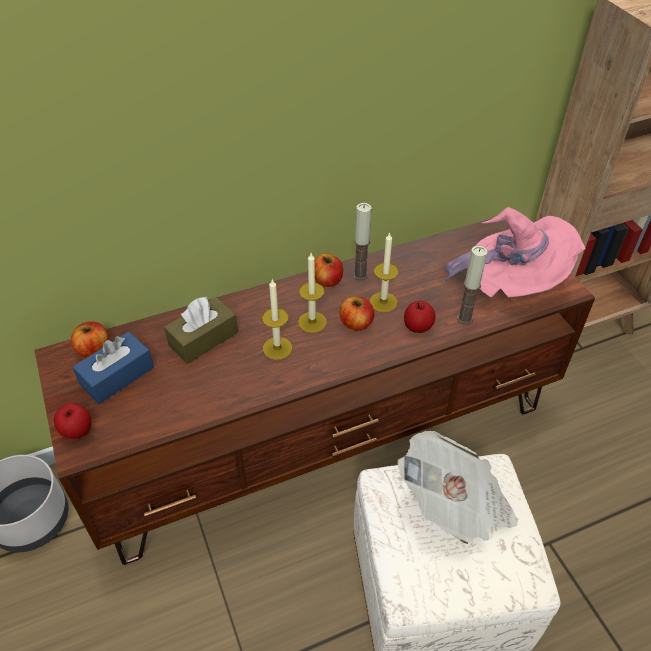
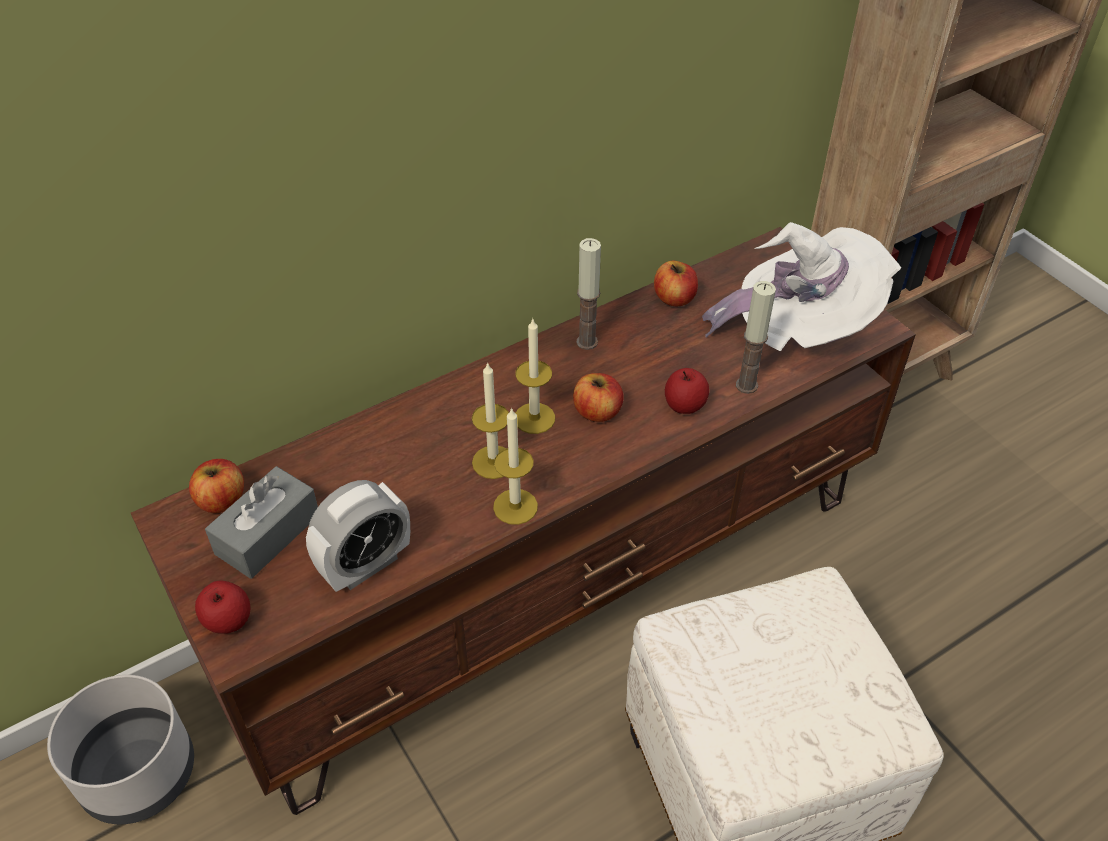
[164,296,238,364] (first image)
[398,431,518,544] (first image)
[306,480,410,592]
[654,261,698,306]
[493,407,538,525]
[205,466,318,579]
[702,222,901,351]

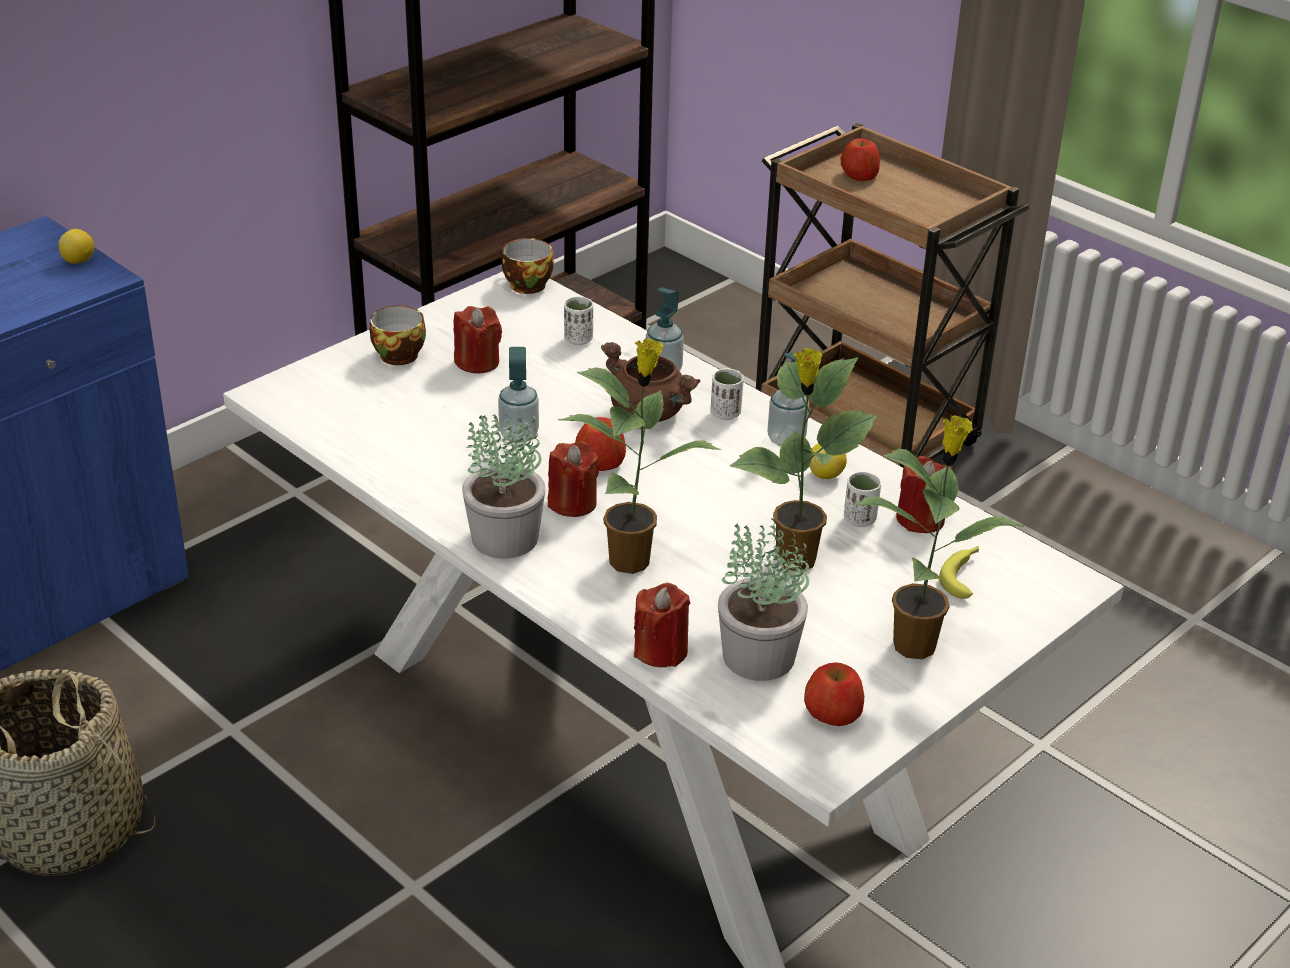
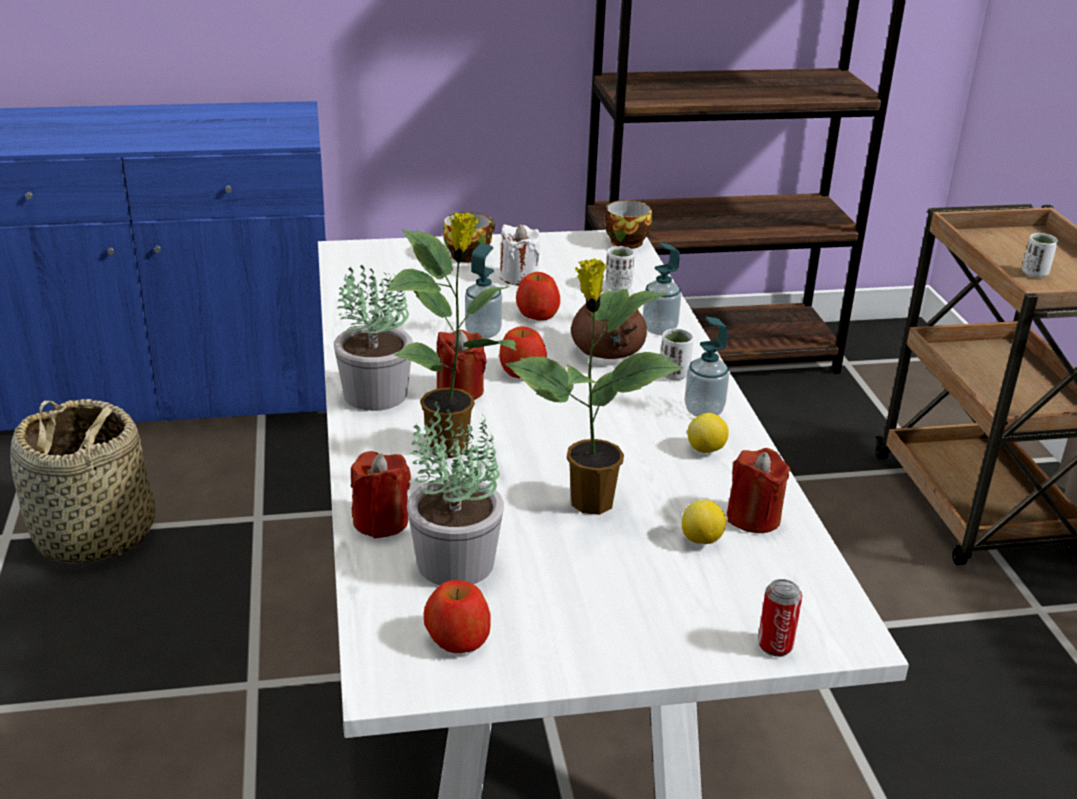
[852,415,1025,659] (first image)
[939,546,979,599] (first image)
[758,579,802,656]
[682,500,726,544]
[516,272,560,320]
[1022,233,1058,278]
[500,224,540,286]

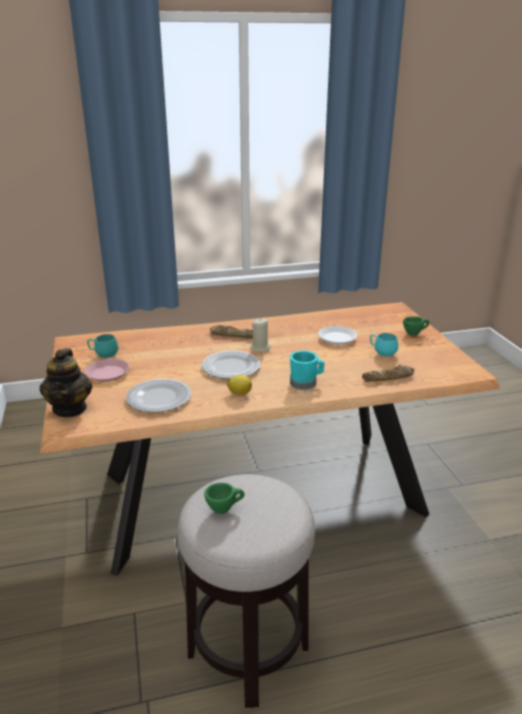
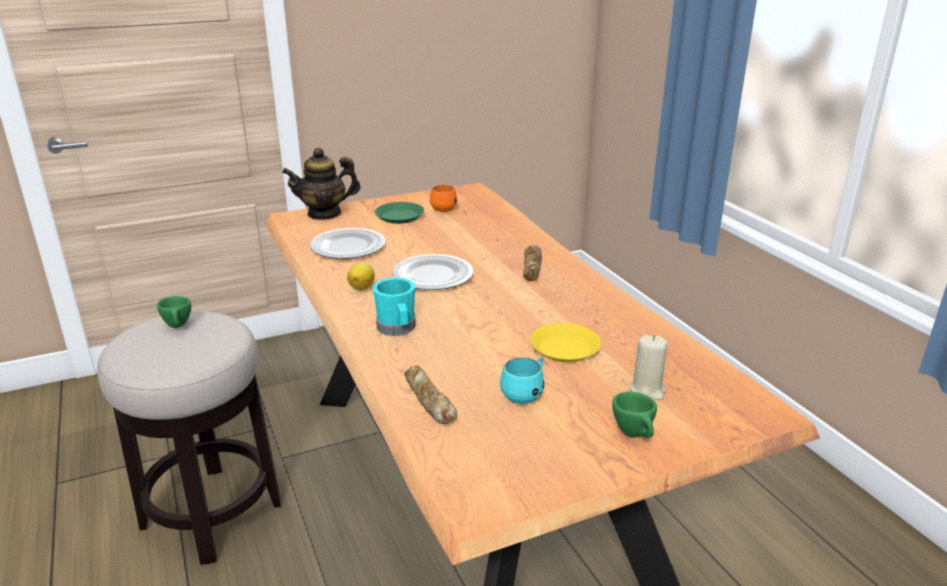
[630,335,668,400]
[375,202,424,224]
[430,185,457,212]
[531,323,601,362]

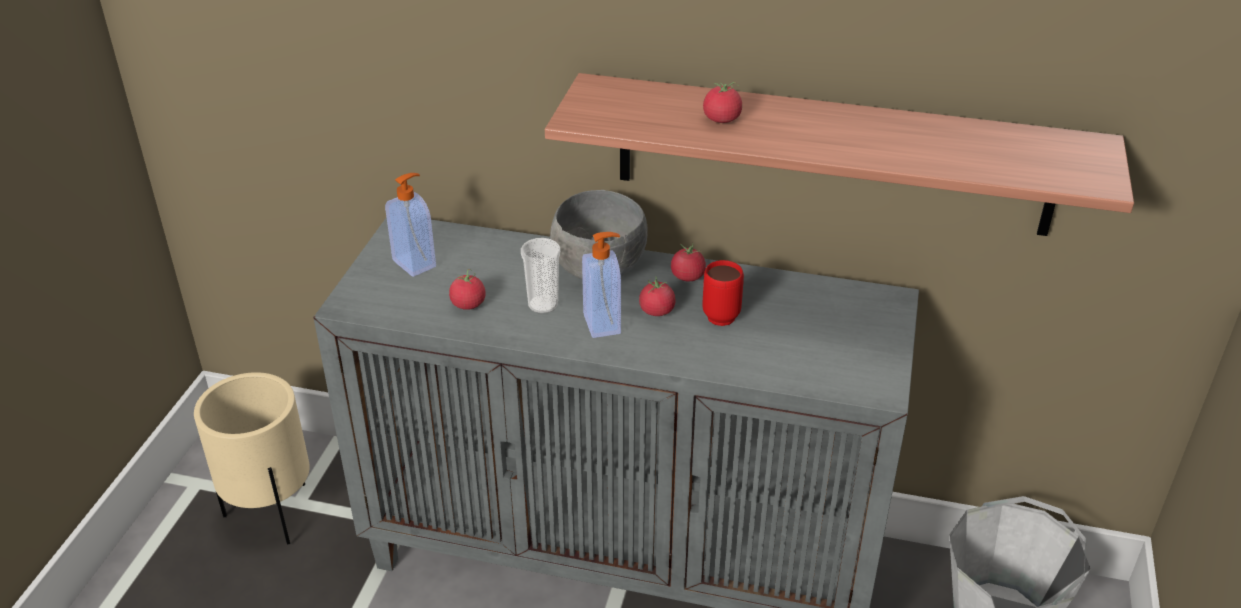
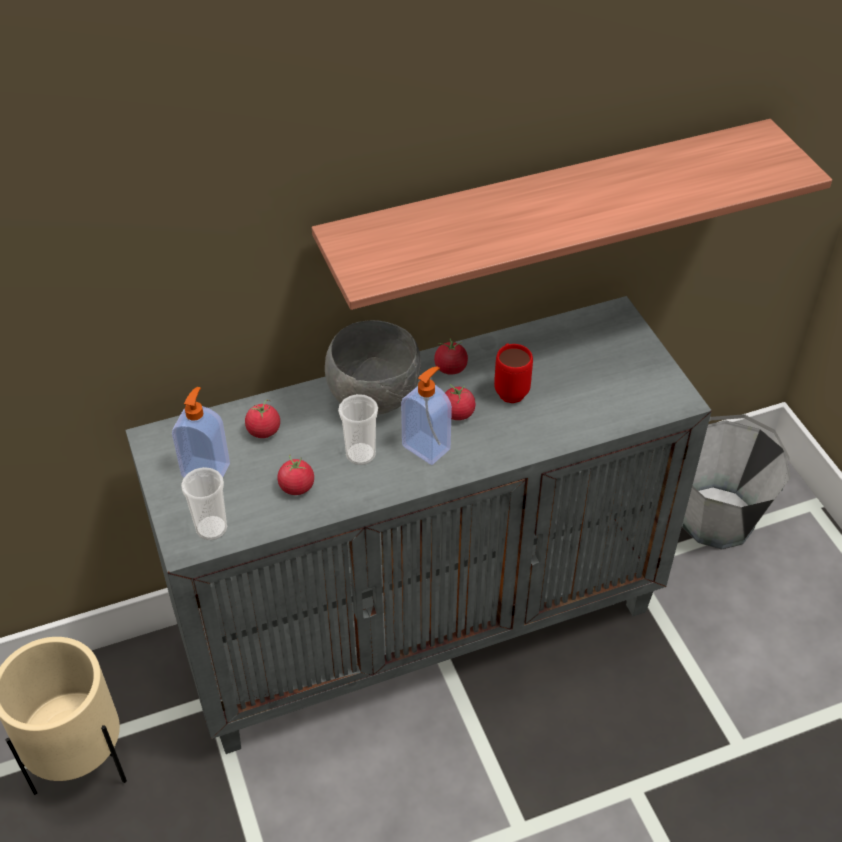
[181,467,227,540]
[245,399,280,438]

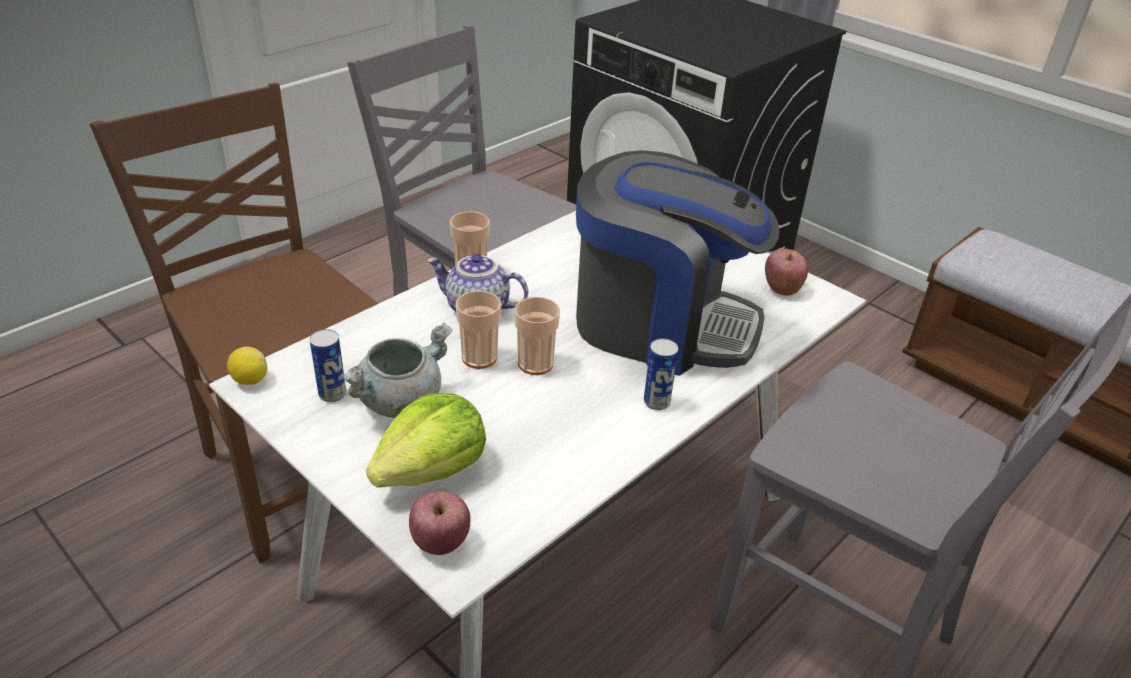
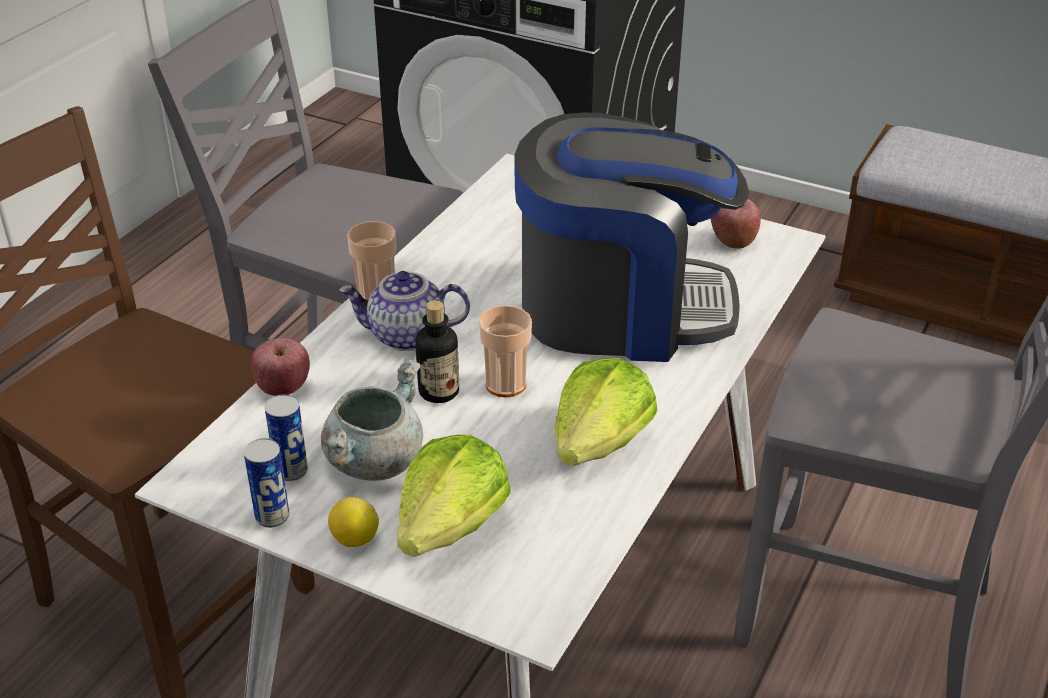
[555,358,657,466]
[328,497,379,547]
[251,338,310,396]
[244,438,289,528]
[415,300,459,403]

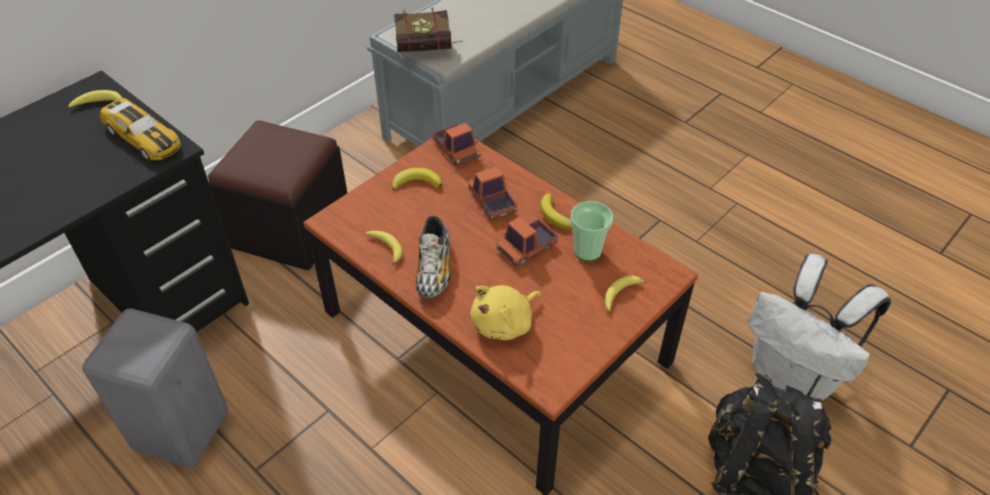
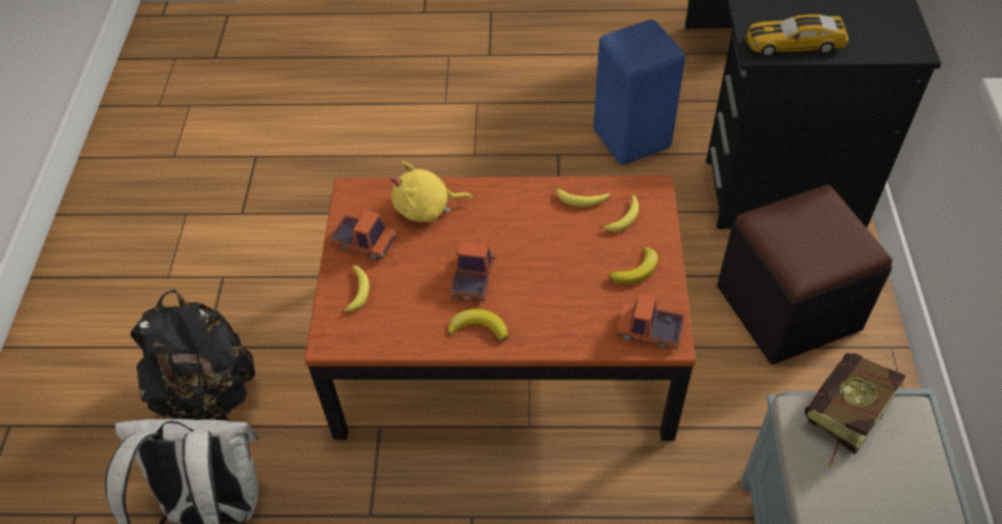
[416,216,451,298] (first image)
[570,201,613,261] (first image)
[600,195,639,232]
[330,210,396,259]
[593,20,685,165]
[391,162,473,222]

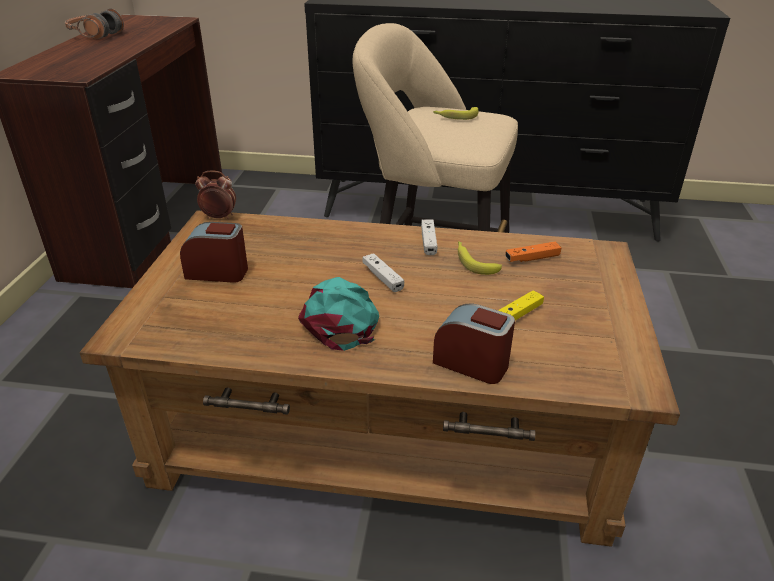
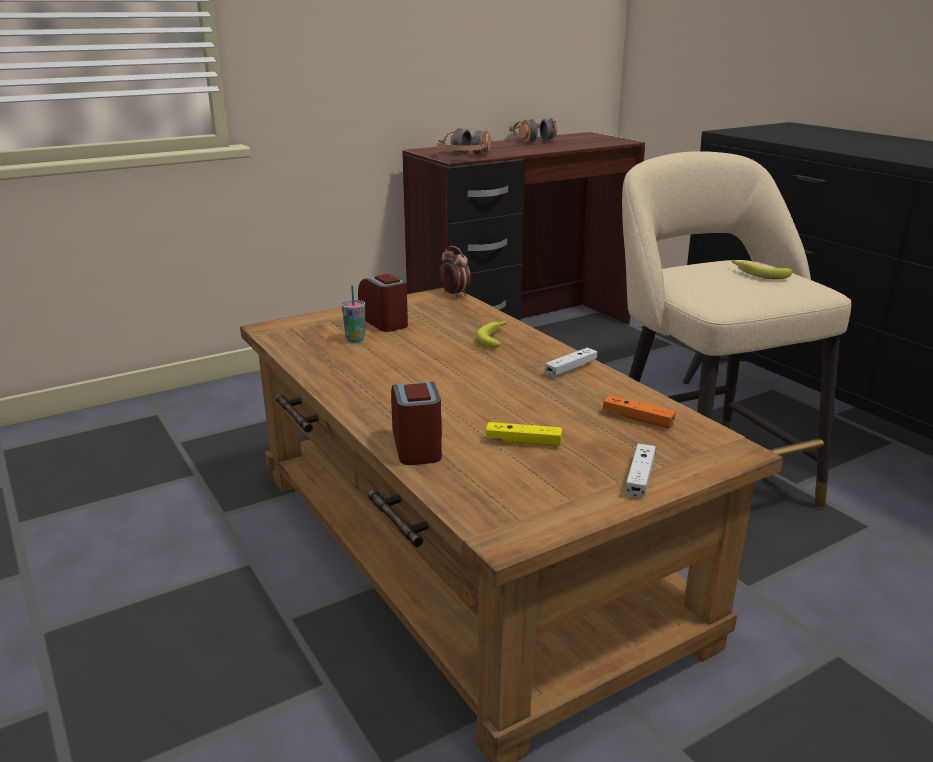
[298,277,379,351] (first image)
[341,285,365,343]
[437,128,491,156]
[626,444,656,498]
[476,321,506,348]

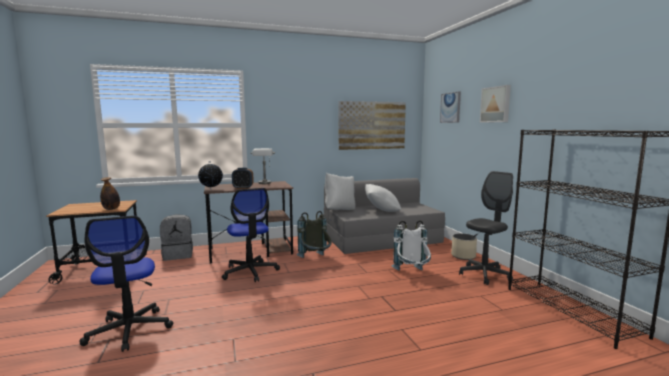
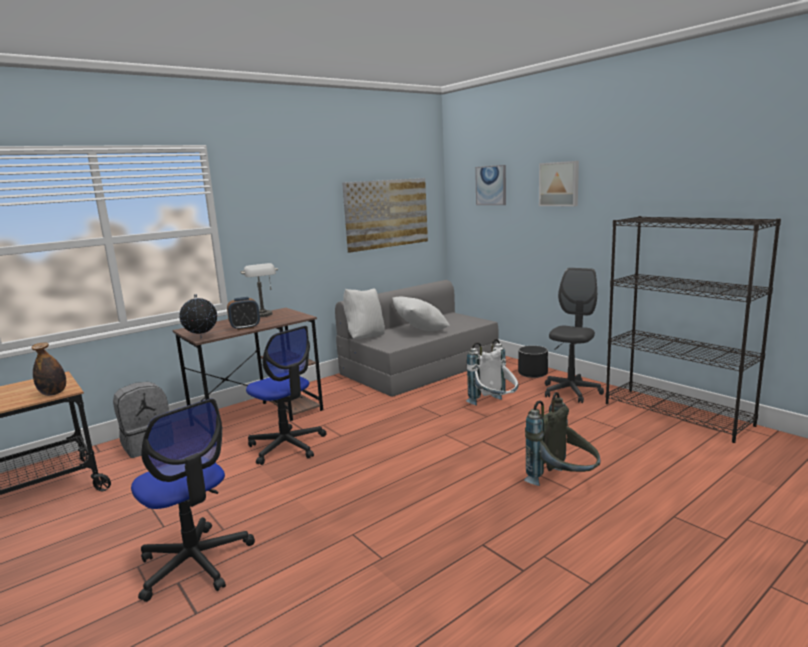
[524,392,601,486]
[518,346,548,378]

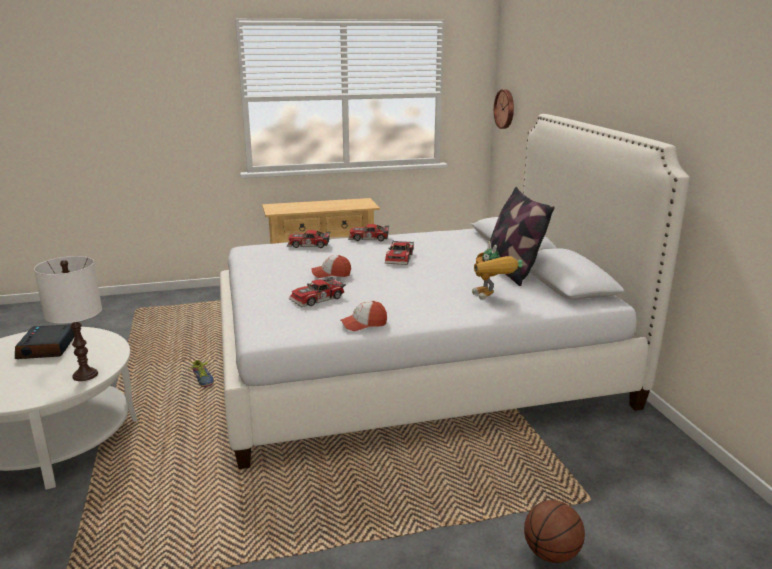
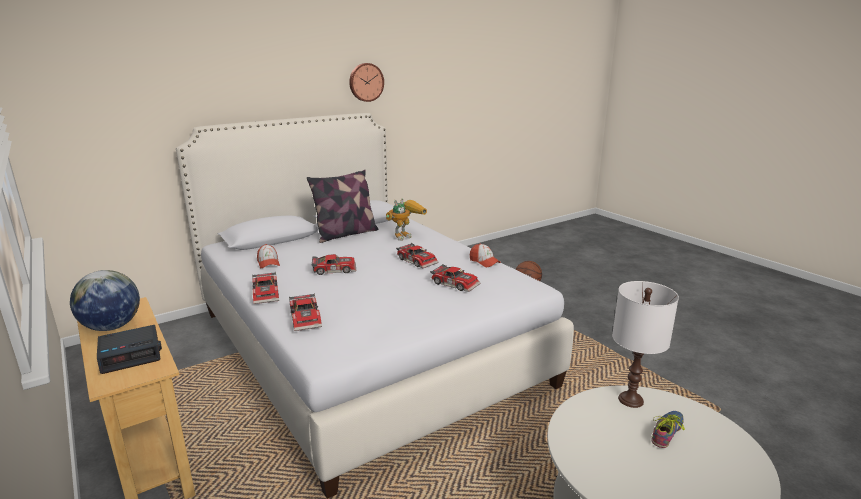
[70,270,140,331]
[396,243,439,268]
[97,325,162,374]
[652,411,685,448]
[257,244,280,268]
[349,63,384,102]

